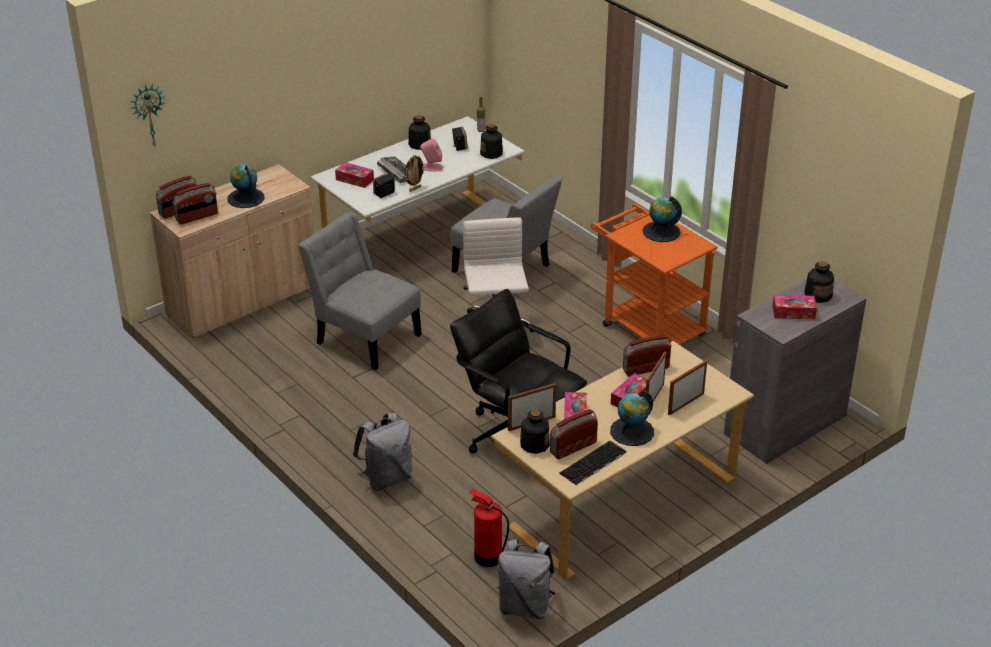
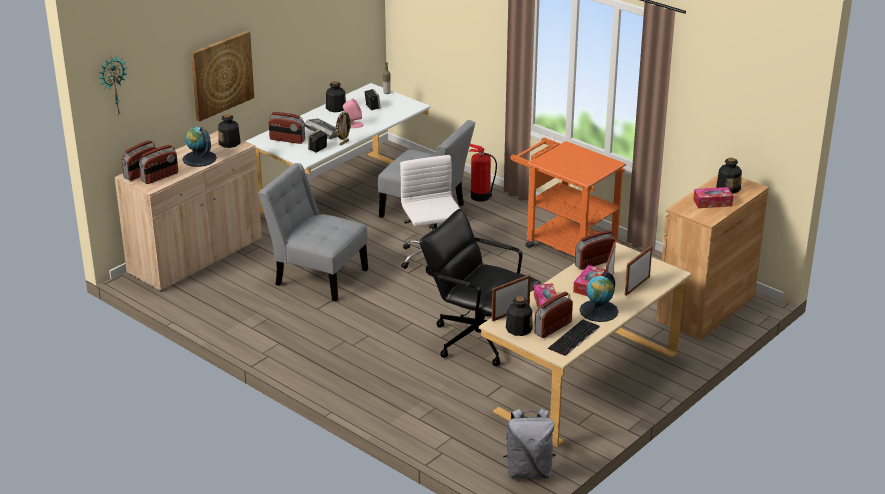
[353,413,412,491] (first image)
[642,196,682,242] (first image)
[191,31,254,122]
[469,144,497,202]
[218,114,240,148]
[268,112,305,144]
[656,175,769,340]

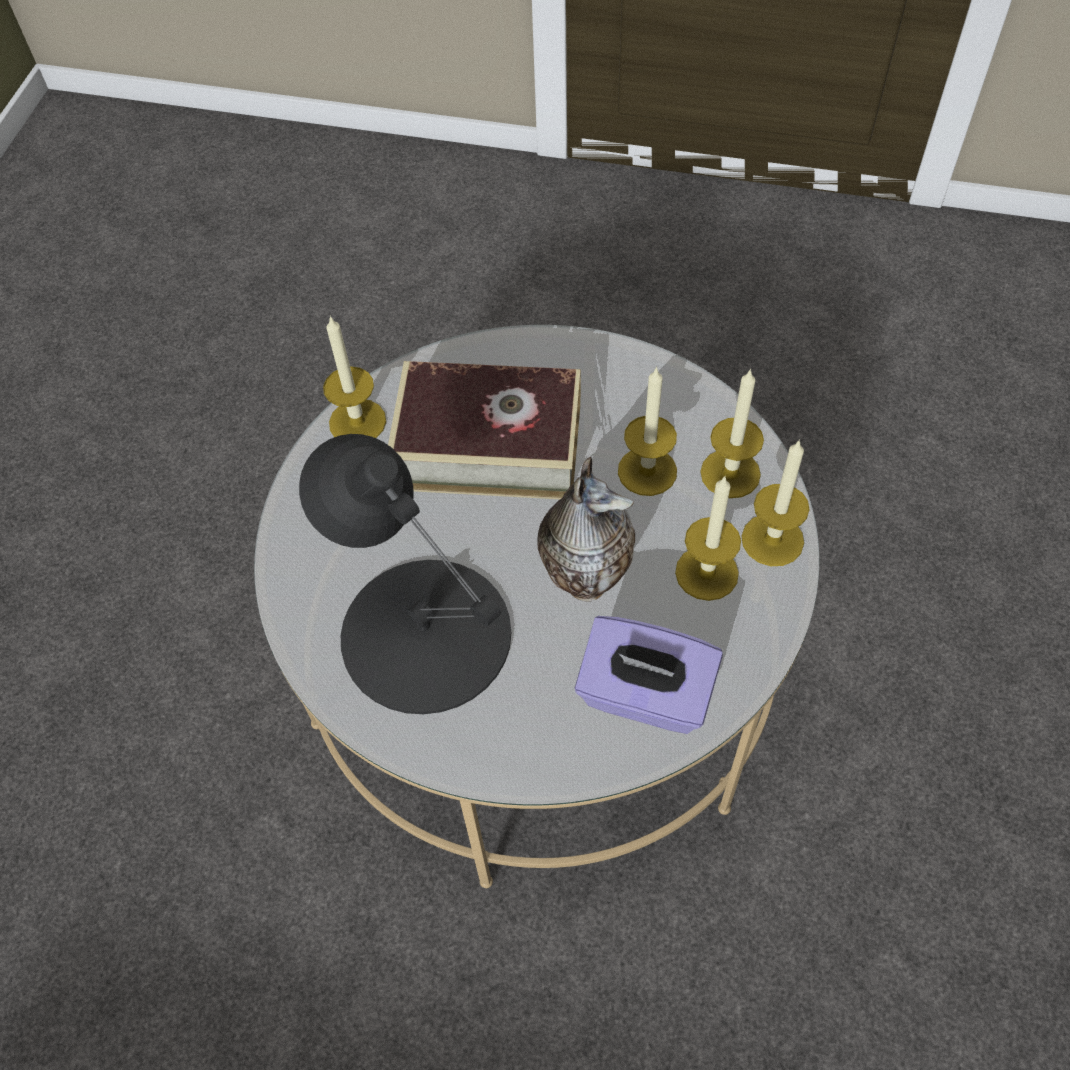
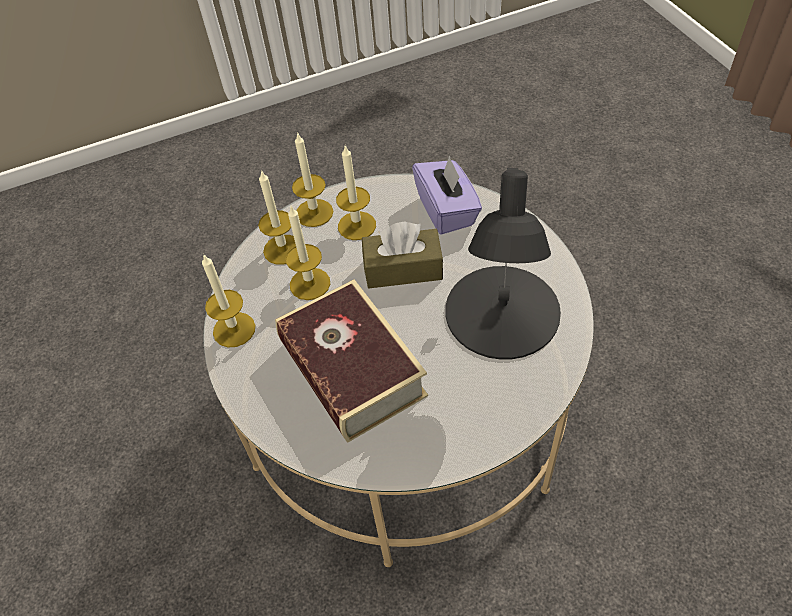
[202,255,256,347]
[362,222,443,288]

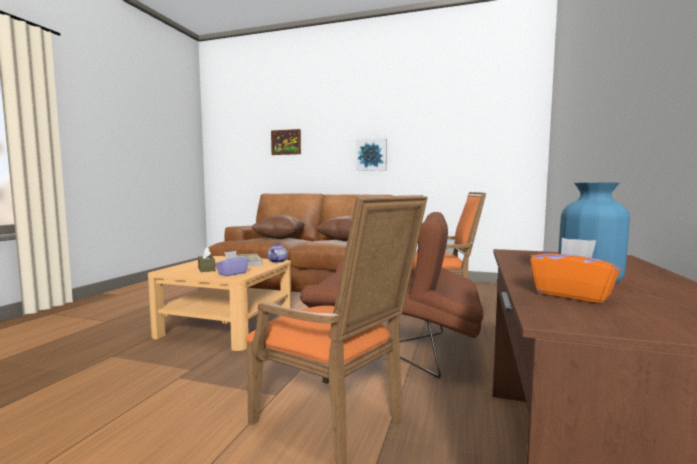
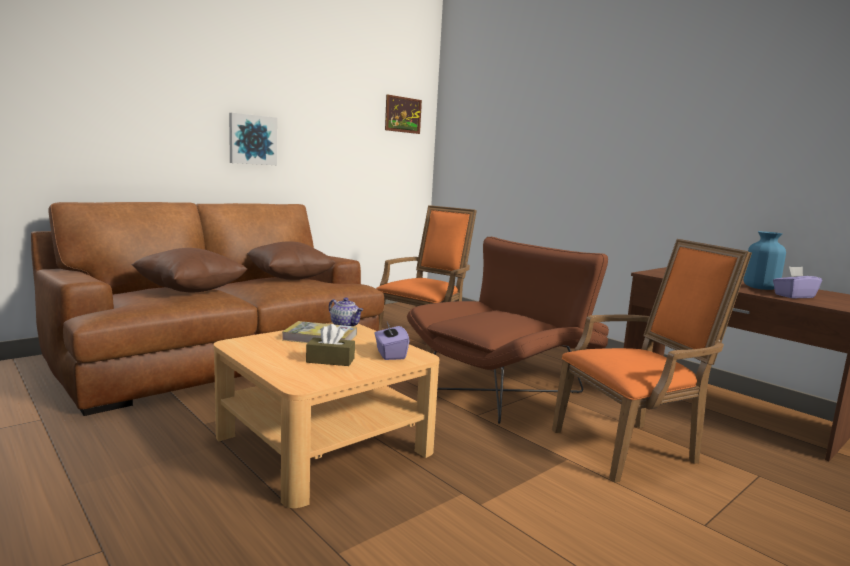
[385,94,422,134]
[773,267,822,299]

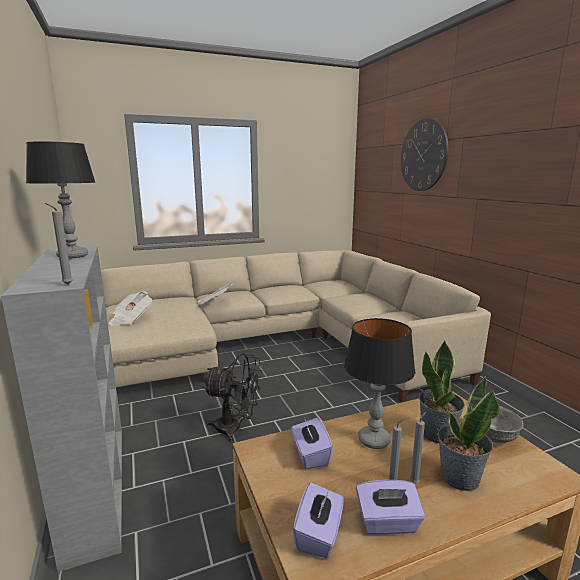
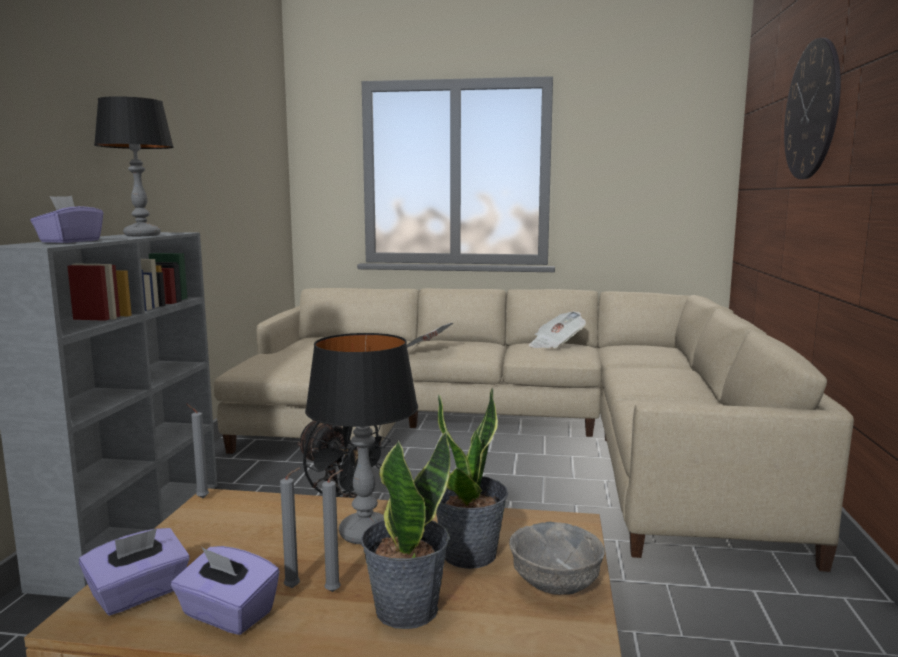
[186,404,209,498]
[529,311,586,348]
[30,196,103,243]

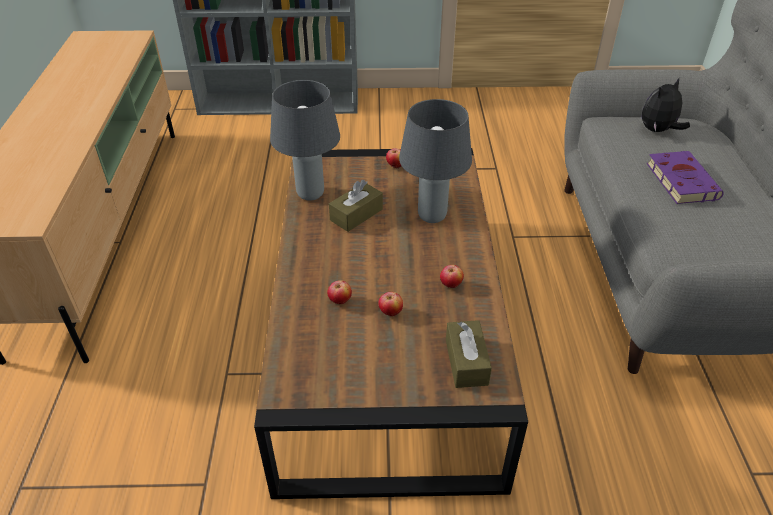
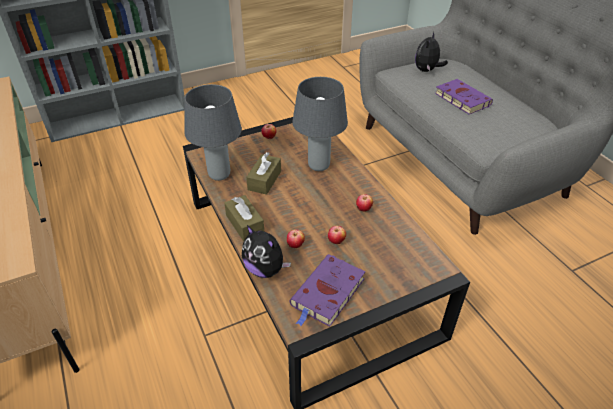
[242,225,291,278]
[290,254,365,327]
[224,195,264,241]

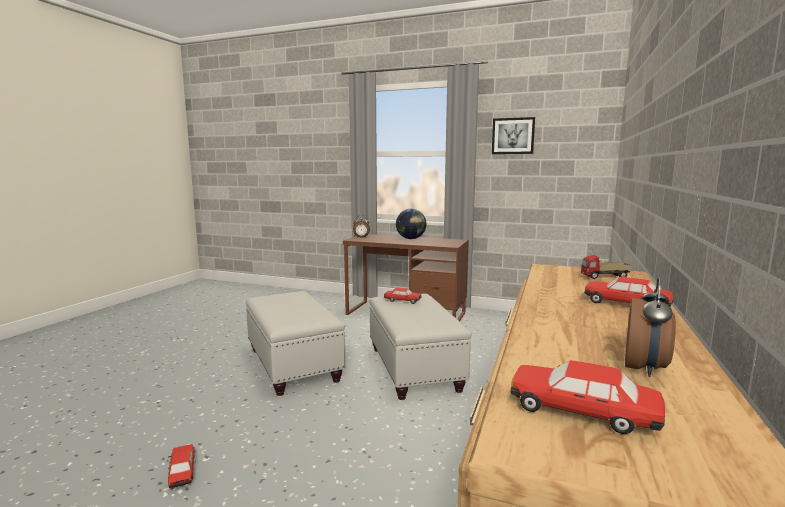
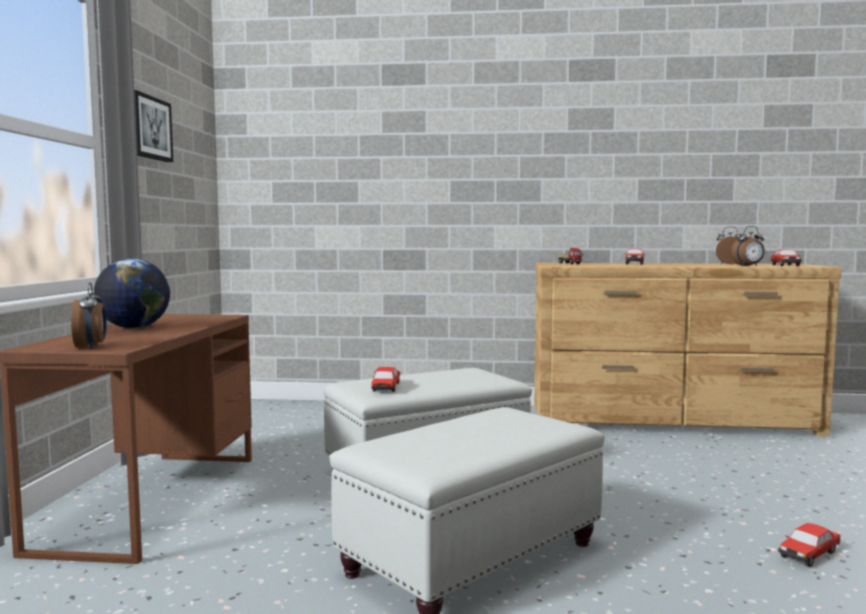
[731,226,765,266]

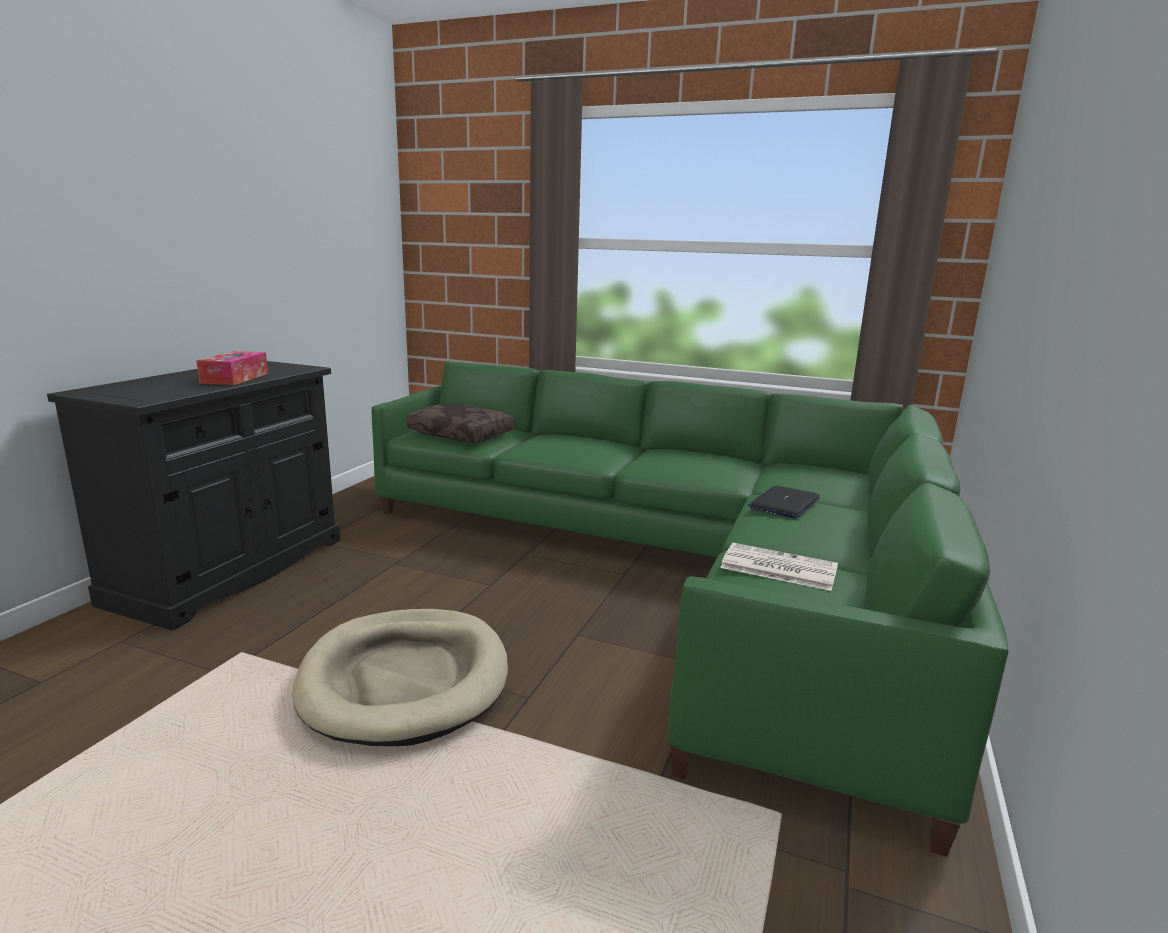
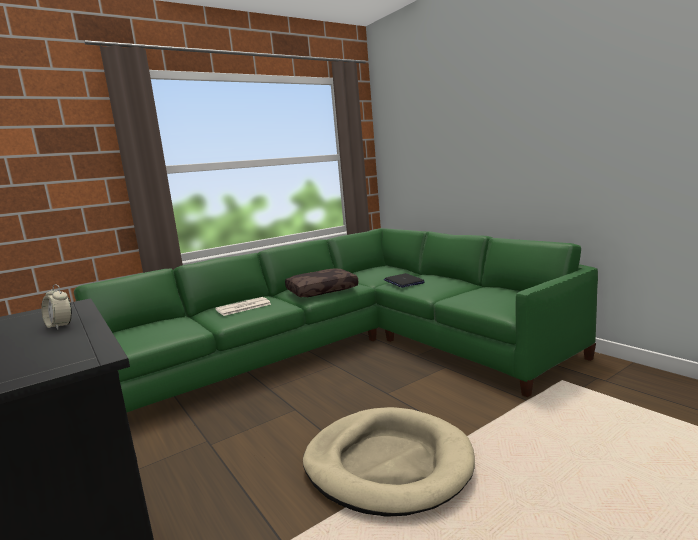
[285,268,358,297]
[215,297,271,316]
[41,284,72,330]

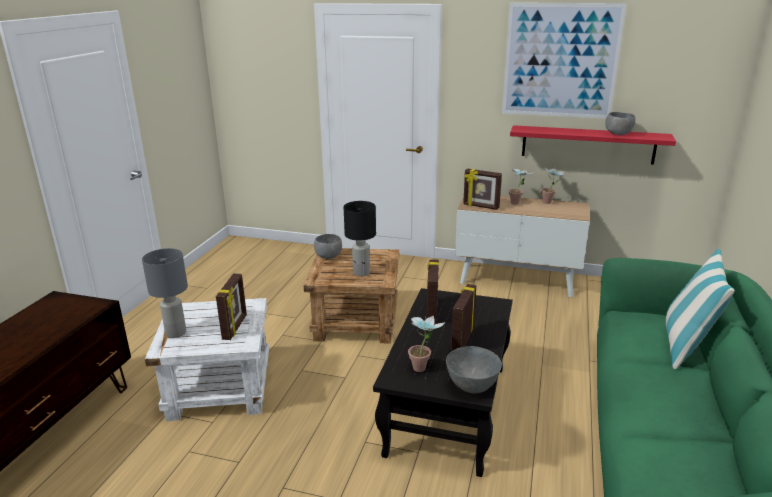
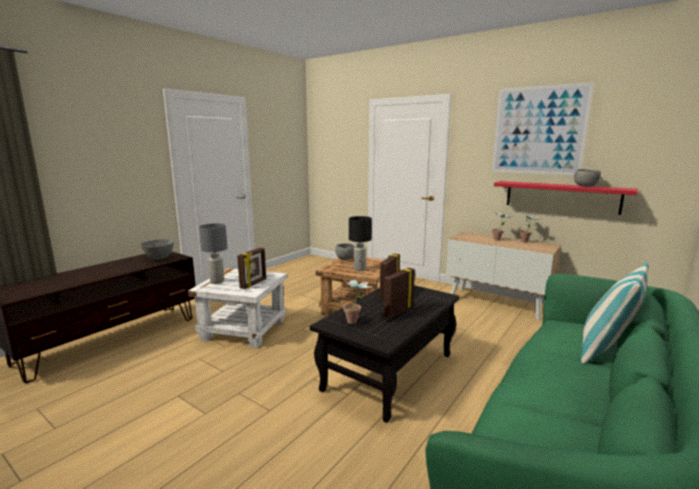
[463,169,502,210] (first image)
[141,239,174,260]

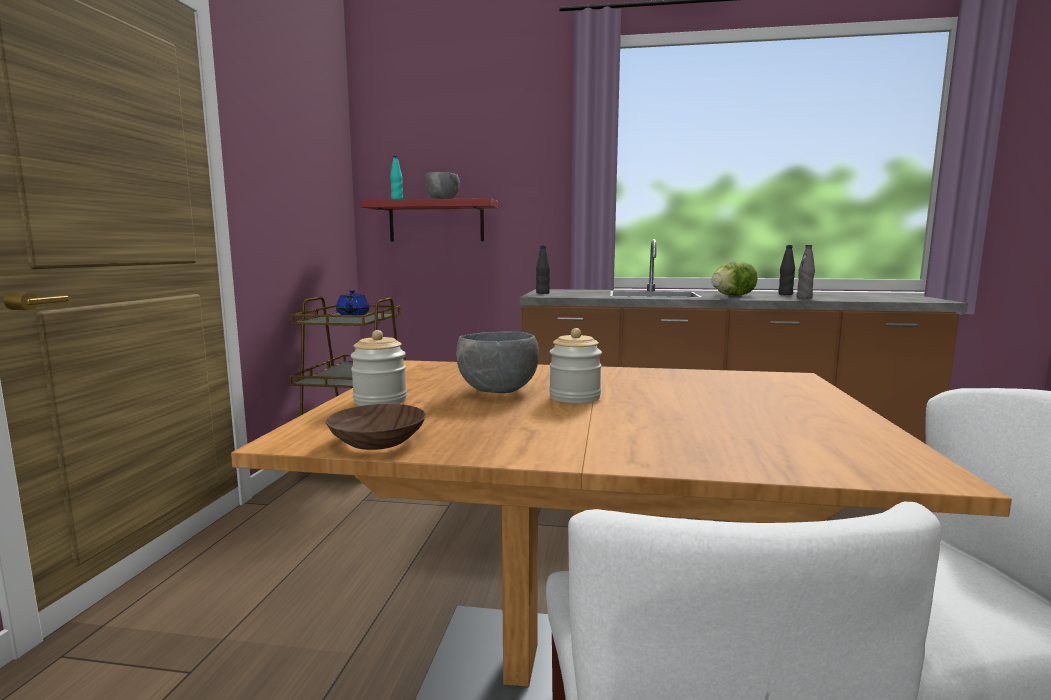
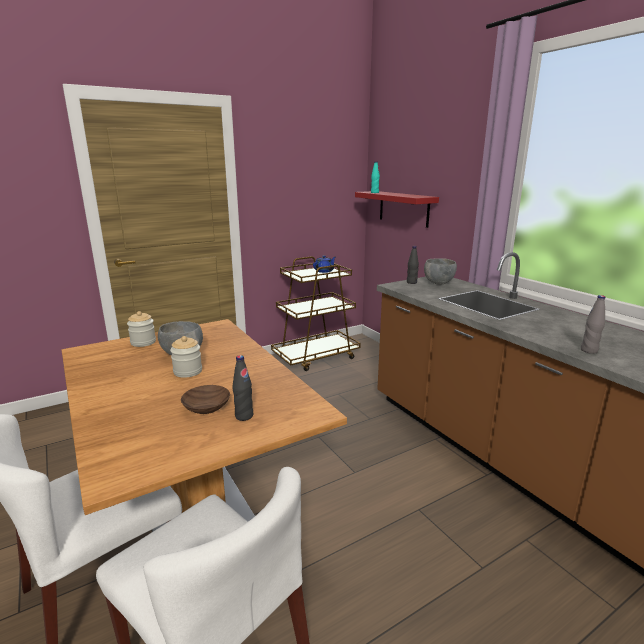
[711,261,758,296] (first image)
[181,385,230,414]
[424,258,457,285]
[232,355,253,421]

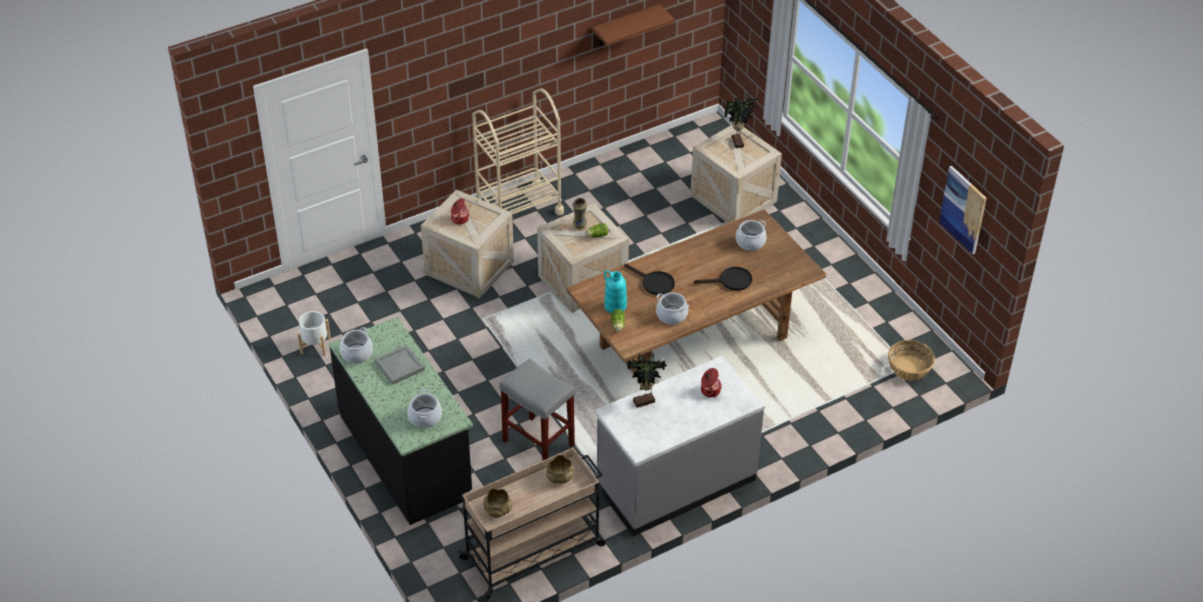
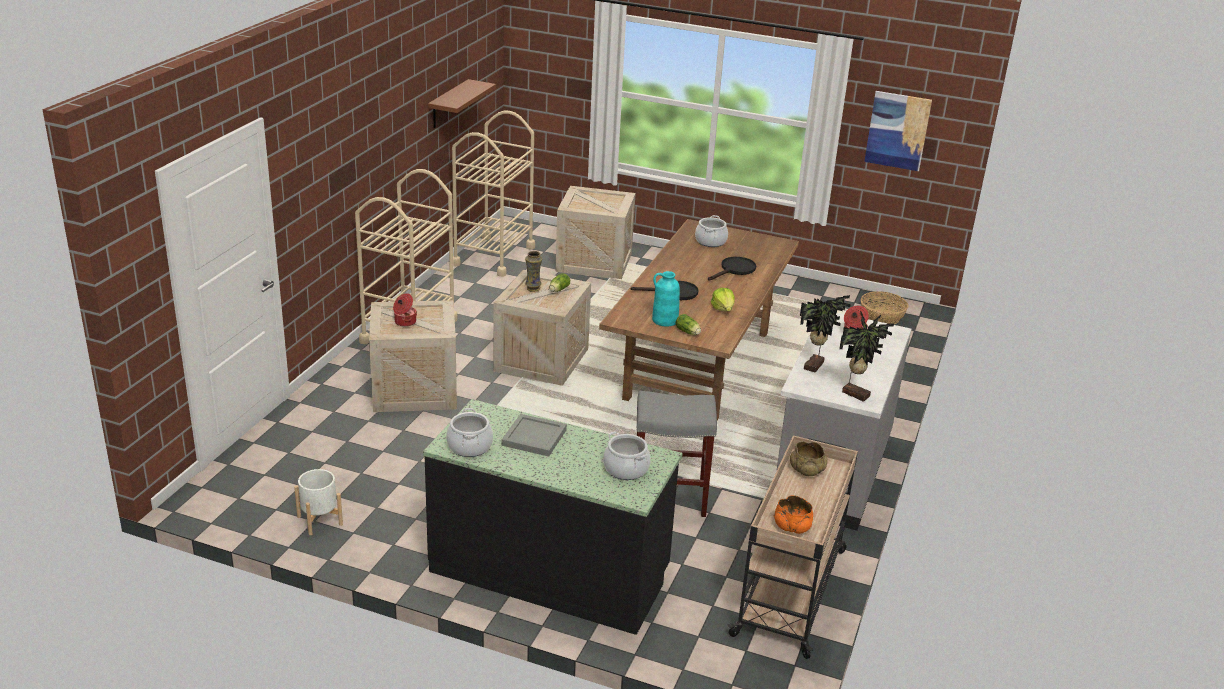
[452,111,535,277]
[839,312,894,402]
[711,288,735,311]
[774,495,813,534]

